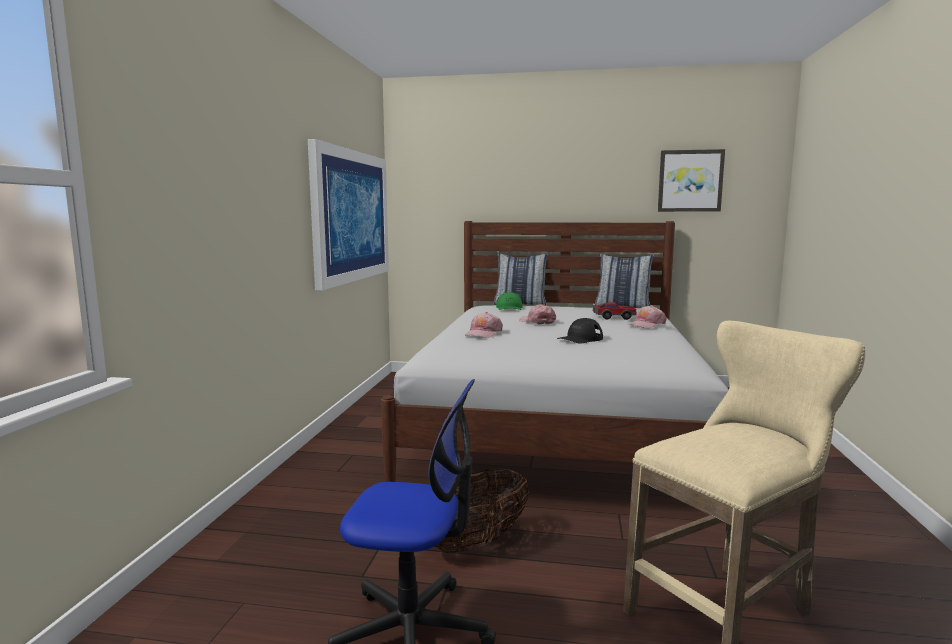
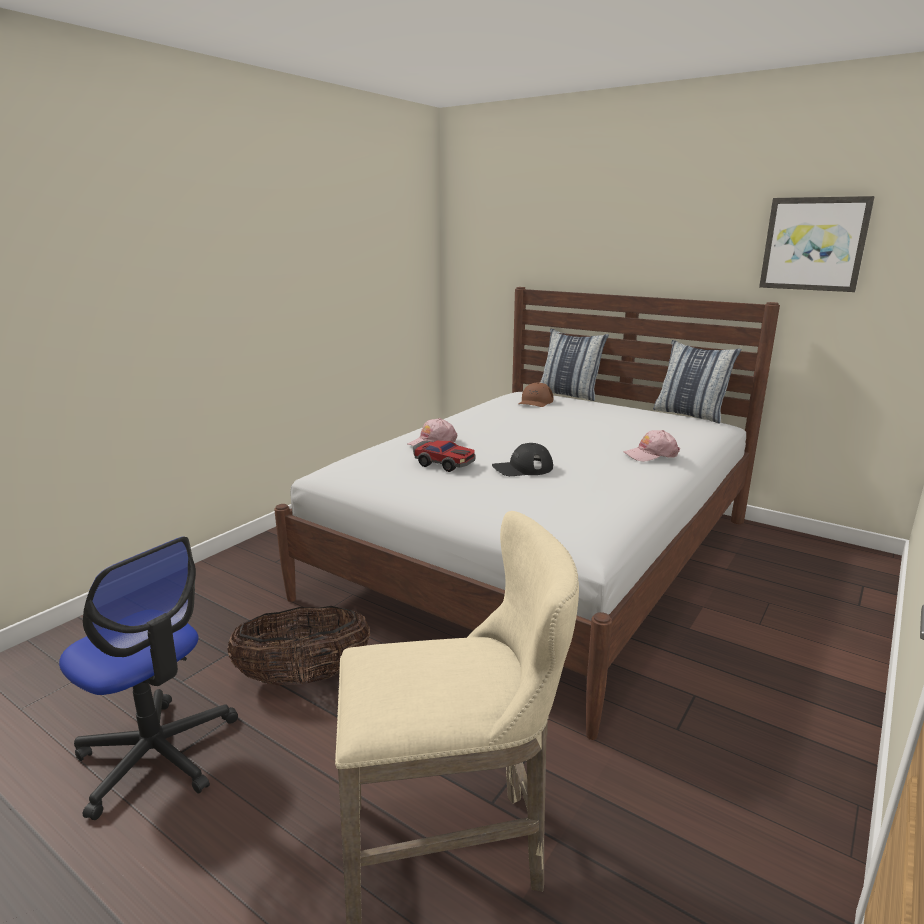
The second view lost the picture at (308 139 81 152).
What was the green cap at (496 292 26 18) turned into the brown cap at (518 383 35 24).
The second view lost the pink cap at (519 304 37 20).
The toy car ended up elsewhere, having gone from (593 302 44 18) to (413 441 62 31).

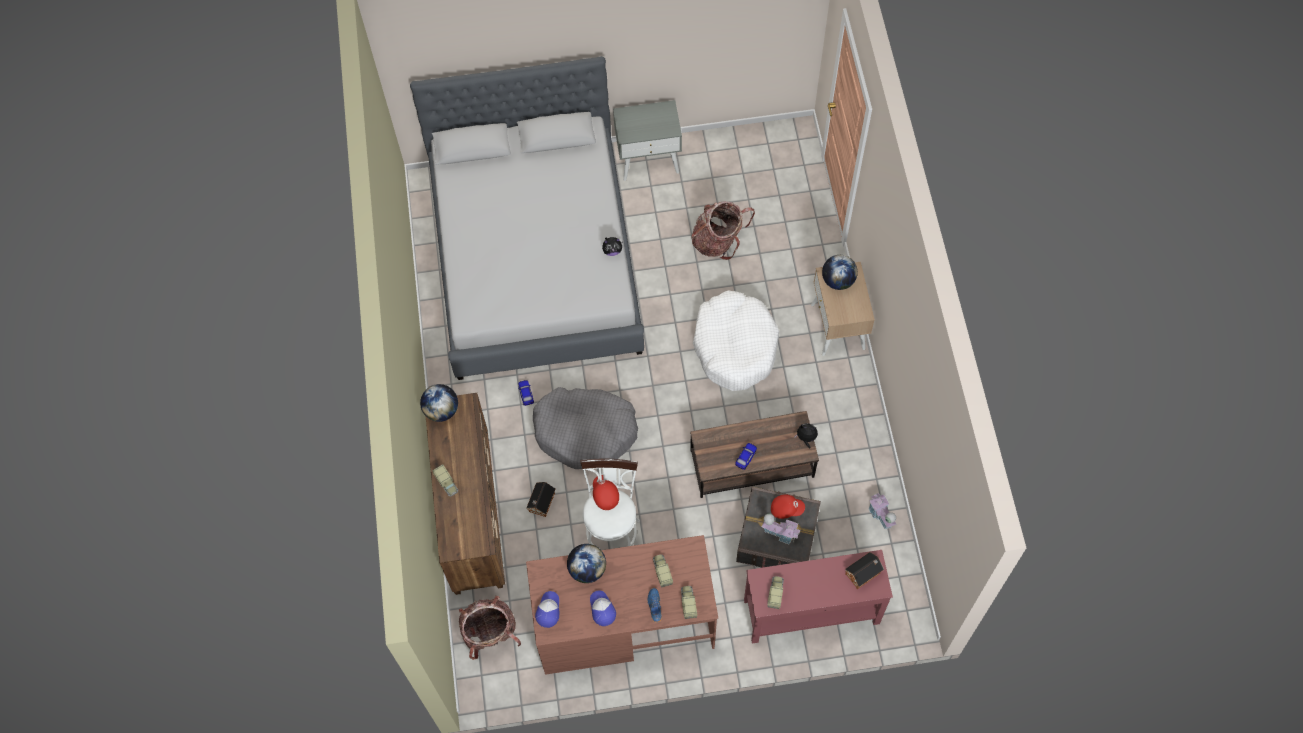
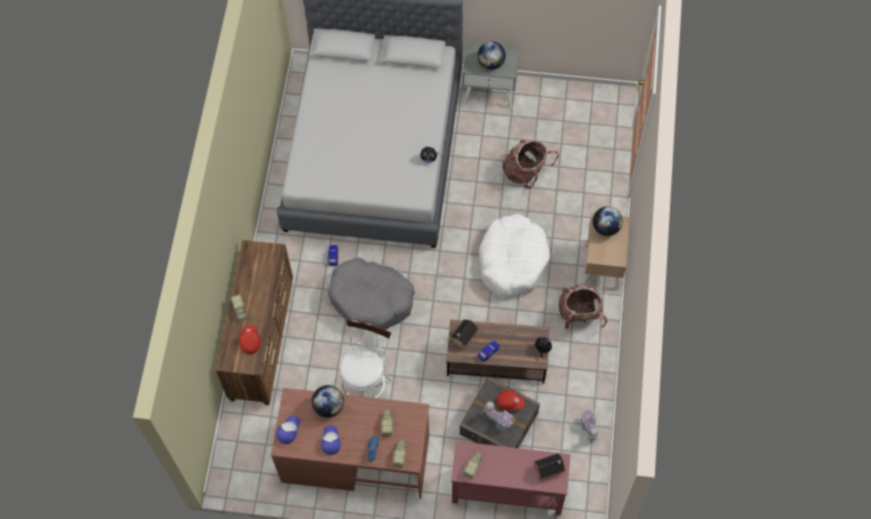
The globe ended up elsewhere, having gone from (420 384 38 38) to (478 41 28 29).
The backpack ended up elsewhere, having gone from (459 596 62 64) to (559 284 48 44).
The toy house ended up elsewhere, having gone from (527 482 29 35) to (451 319 28 31).
The red cap ended up elsewhere, having gone from (593 475 26 35) to (239 324 22 30).

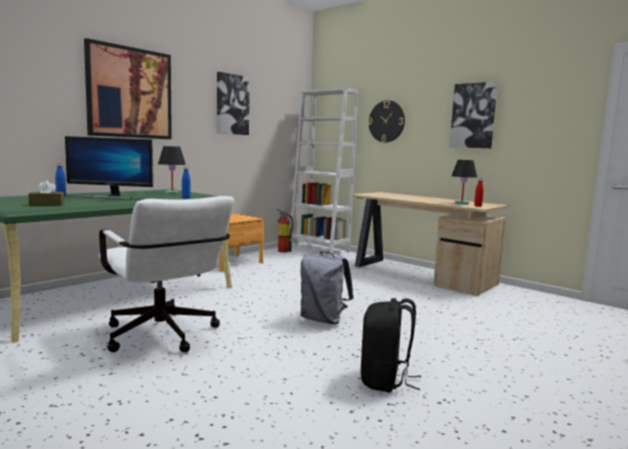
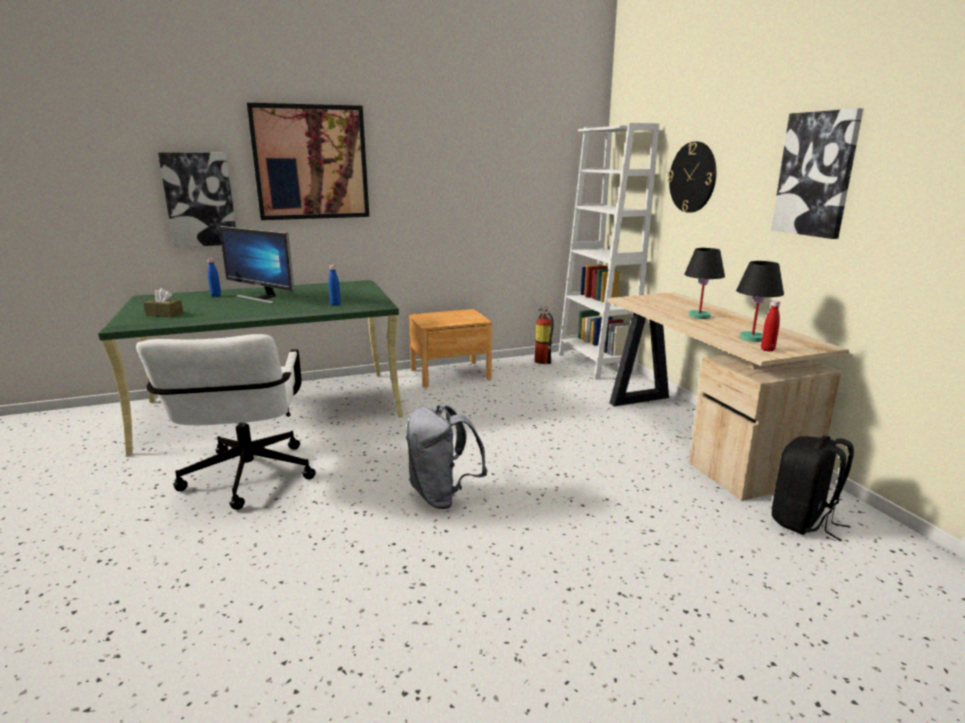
The black table lamp ended up elsewhere, having gone from (158 146 28 48) to (684 248 41 71).
The picture ended up elsewhere, having gone from (217 72 33 63) to (158 153 78 94).
The black backpack ended up elsewhere, having gone from (361 298 60 94) to (772 436 82 105).

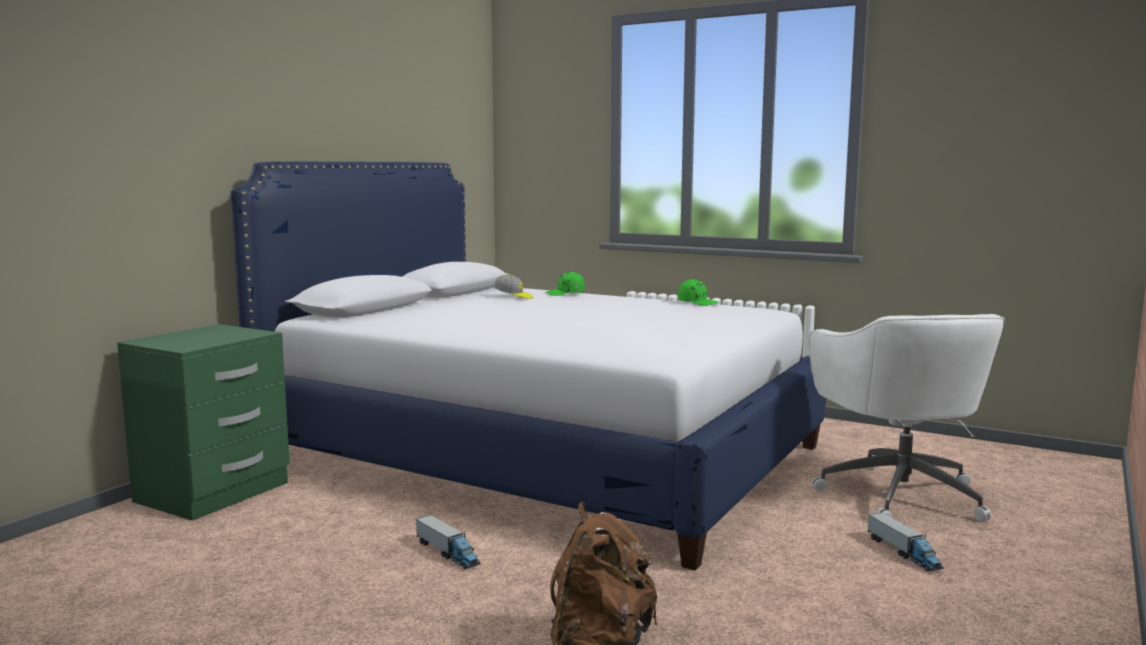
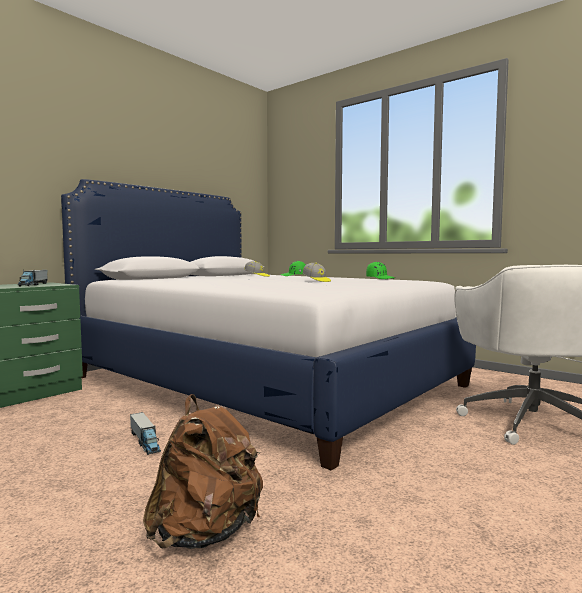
The toy truck ended up elsewhere, having gone from (868 512 76 59) to (18 270 30 16).
The second view gained the cap at (303 263 28 19).

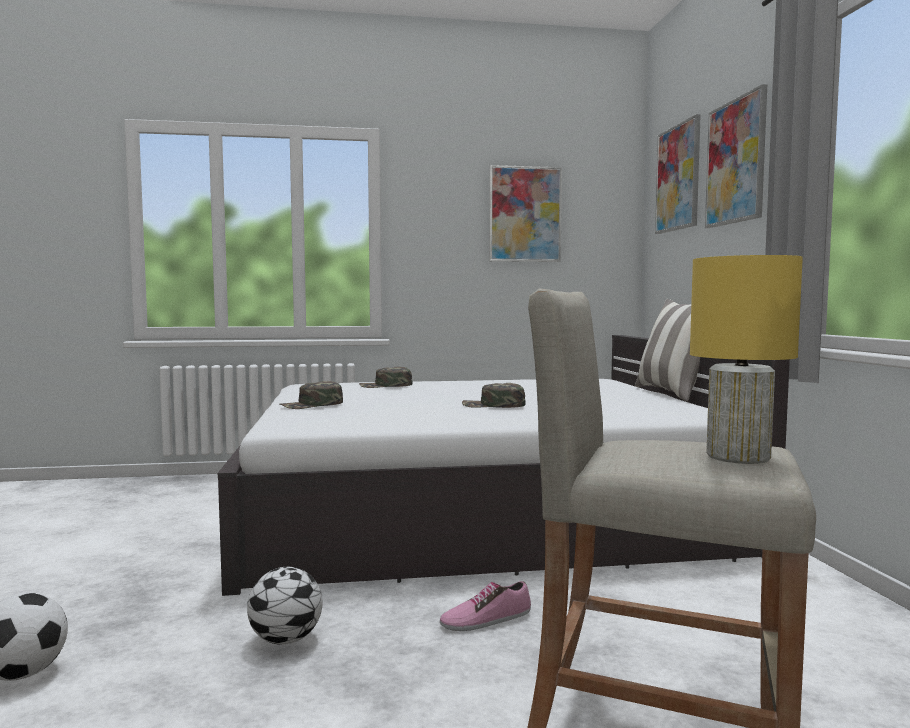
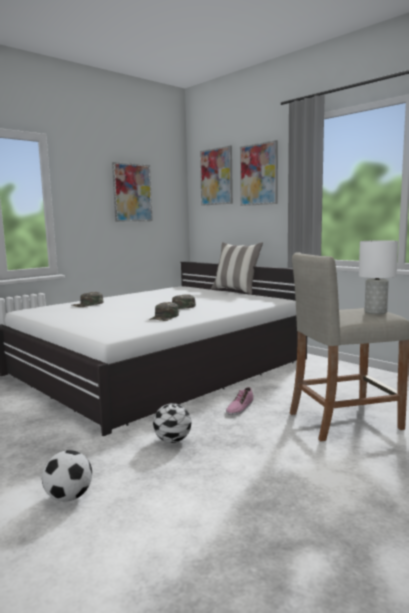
The green cap ended up elsewhere, having gone from (280 381 63 28) to (149 302 30 19).
What was the yellow table lamp at (690 255 113 209) turned into the white table lamp at (359 240 39 74).

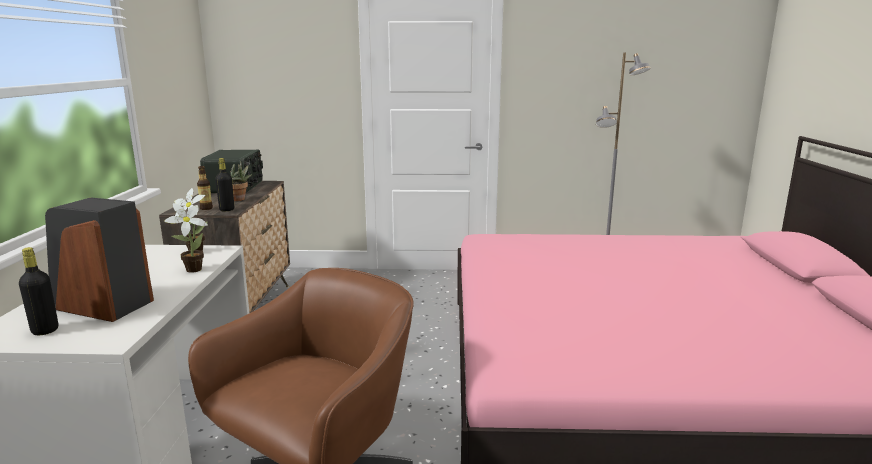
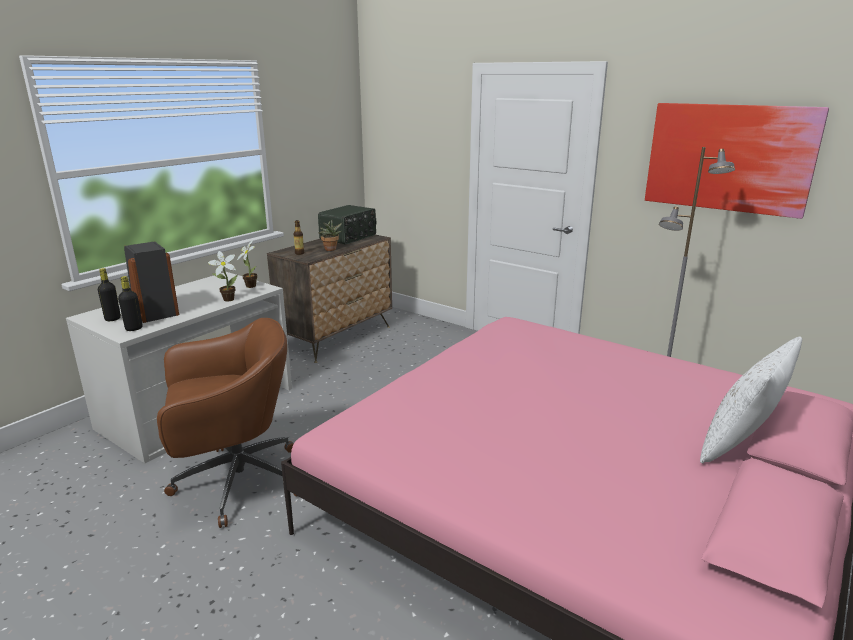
The black bottle ended up elsewhere, having gone from (215 158 19 53) to (118 276 25 55).
The second view gained the picture at (645 103 184 116).
The second view gained the white pillow at (700 336 102 127).

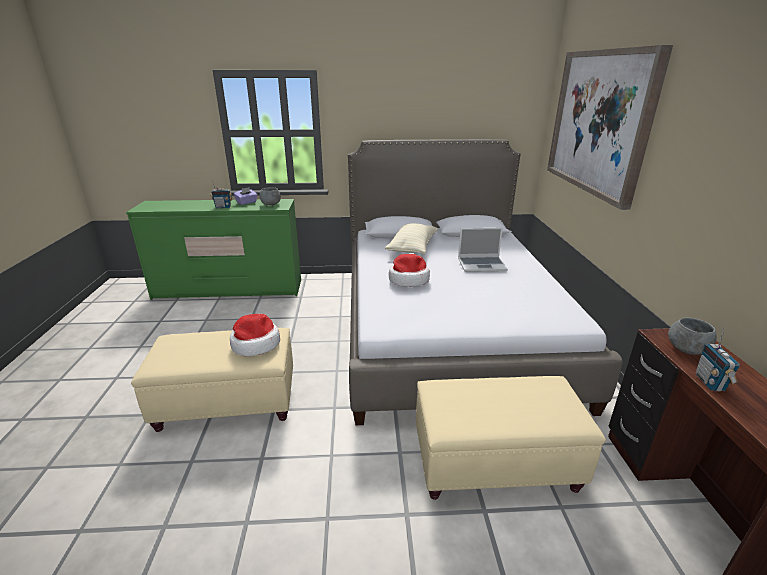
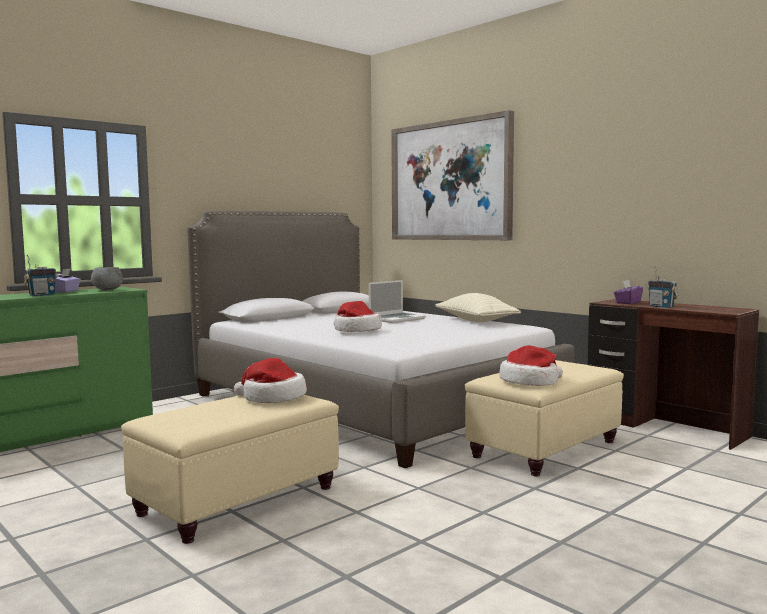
The beige pillow ended up elsewhere, having gone from (385 223 53 31) to (435 293 86 29).
Where the grey bowl stood at (668 318 49 37), the purple tissue box came to stand at (614 280 29 24).
The second view gained the hat at (499 345 64 41).

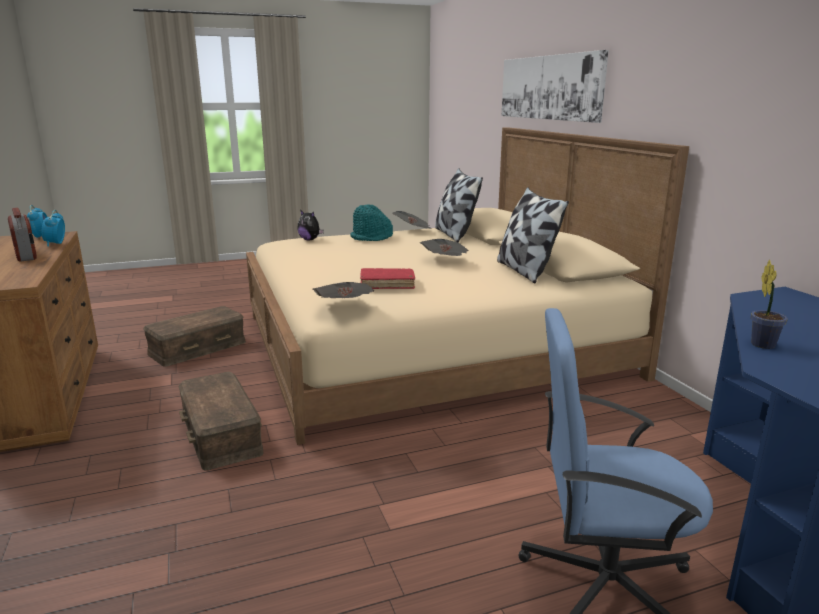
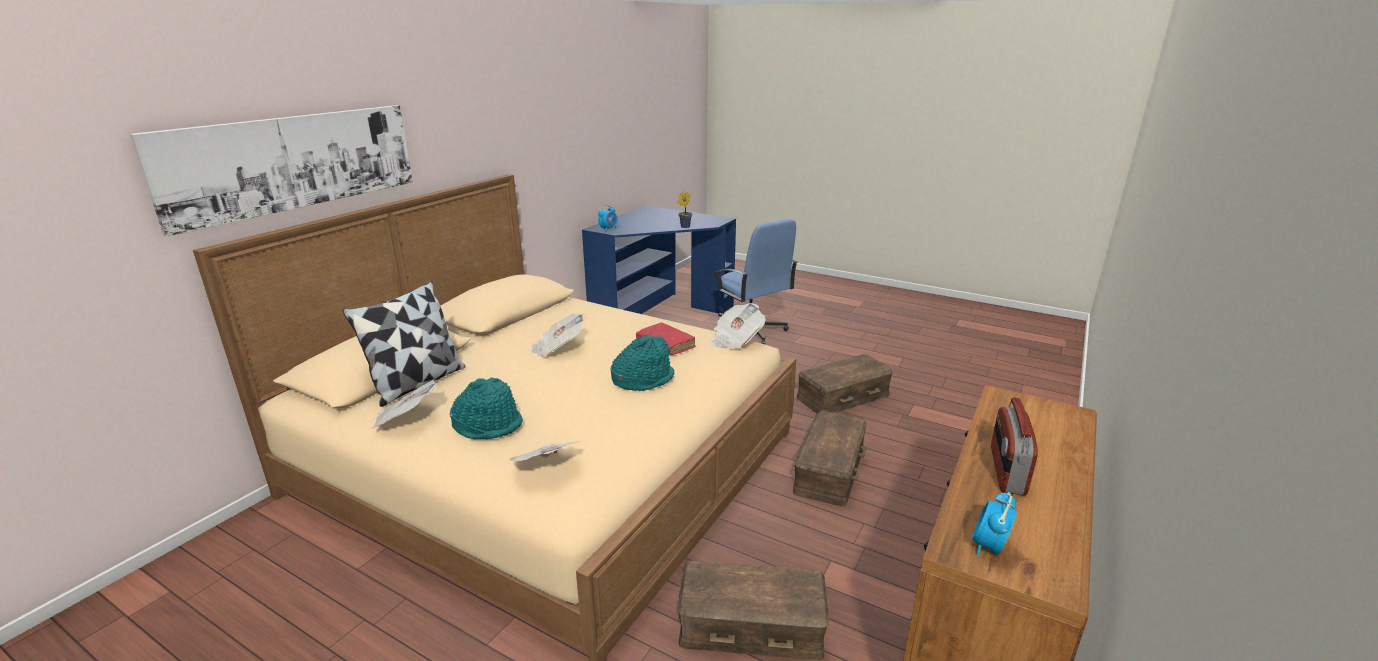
The alarm clock ended up elsewhere, having gone from (42 210 23 37) to (598 205 20 27).
Where the plush toy stood at (297 211 27 29), the newspaper came to stand at (509 441 71 20).
The second view lost the pillow at (497 187 72 96).
The second view gained the turquoise hat at (611 334 63 57).
The second view gained the brown storage box at (797 354 96 59).

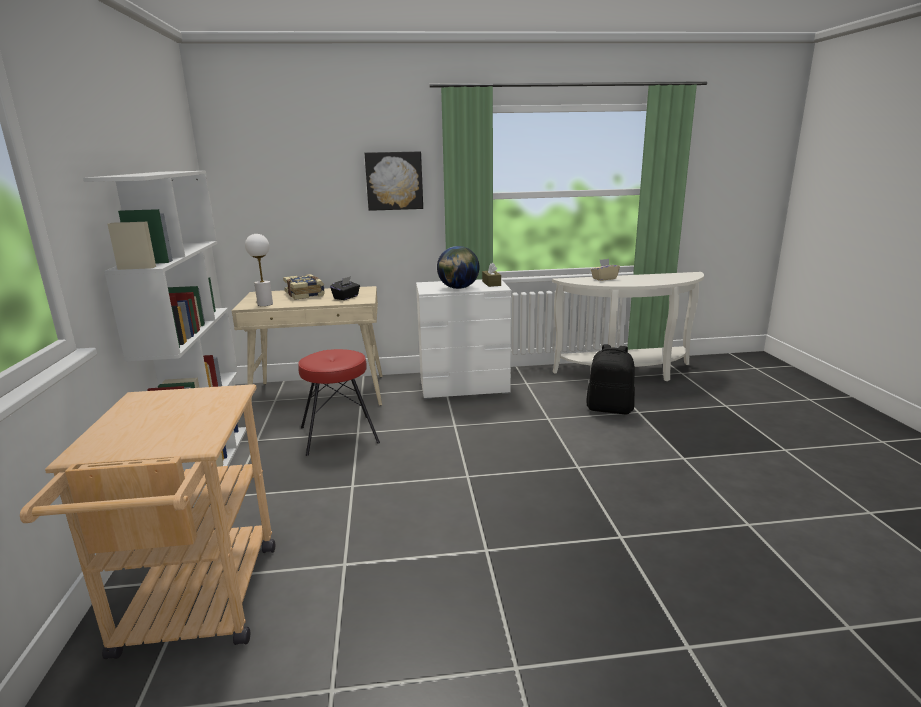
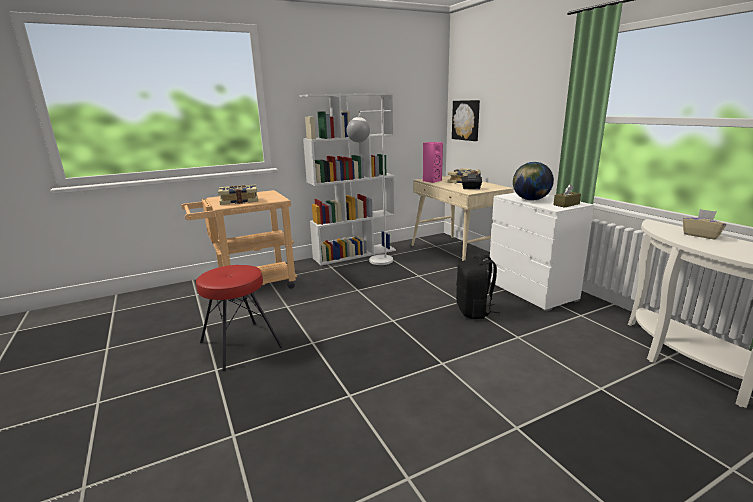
Where the white table lamp stood at (245 234 28 72), the pink speaker came to stand at (423 142 20 41).
The red stool ended up elsewhere, having gone from (298 349 82 107) to (196 265 87 106).
The picture ended up elsewhere, having gone from (365 151 58 60) to (452 100 28 41).
The black backpack ended up elsewhere, having gone from (586 345 49 70) to (456 255 44 64).
The second view gained the book at (218 185 40 20).
The second view gained the white floor lamp at (346 109 47 156).

